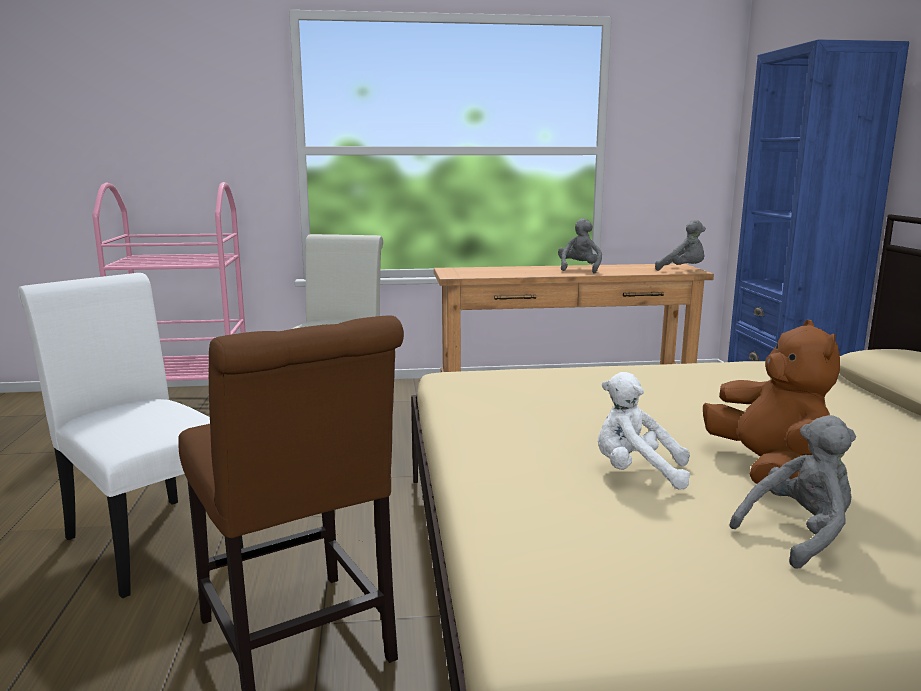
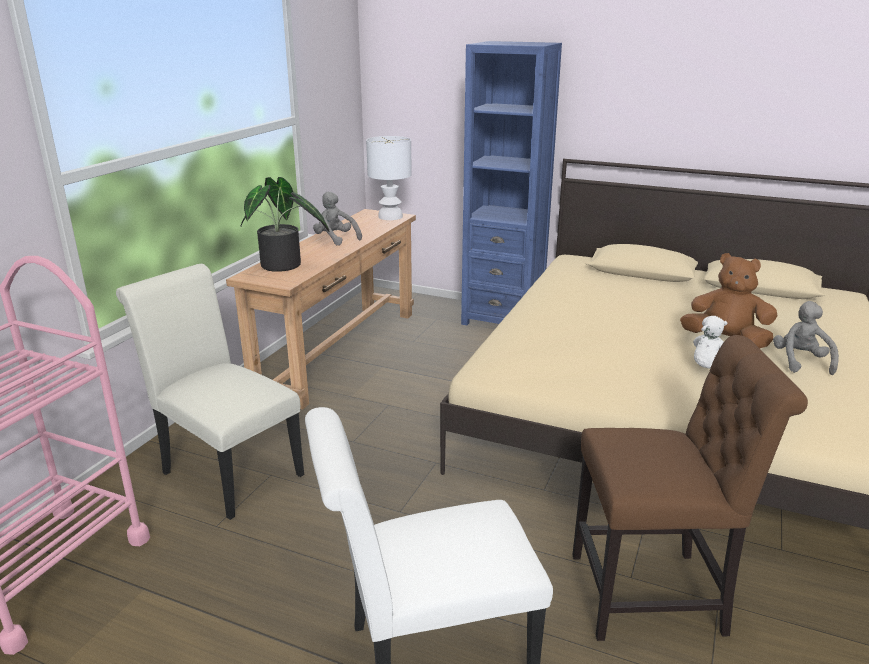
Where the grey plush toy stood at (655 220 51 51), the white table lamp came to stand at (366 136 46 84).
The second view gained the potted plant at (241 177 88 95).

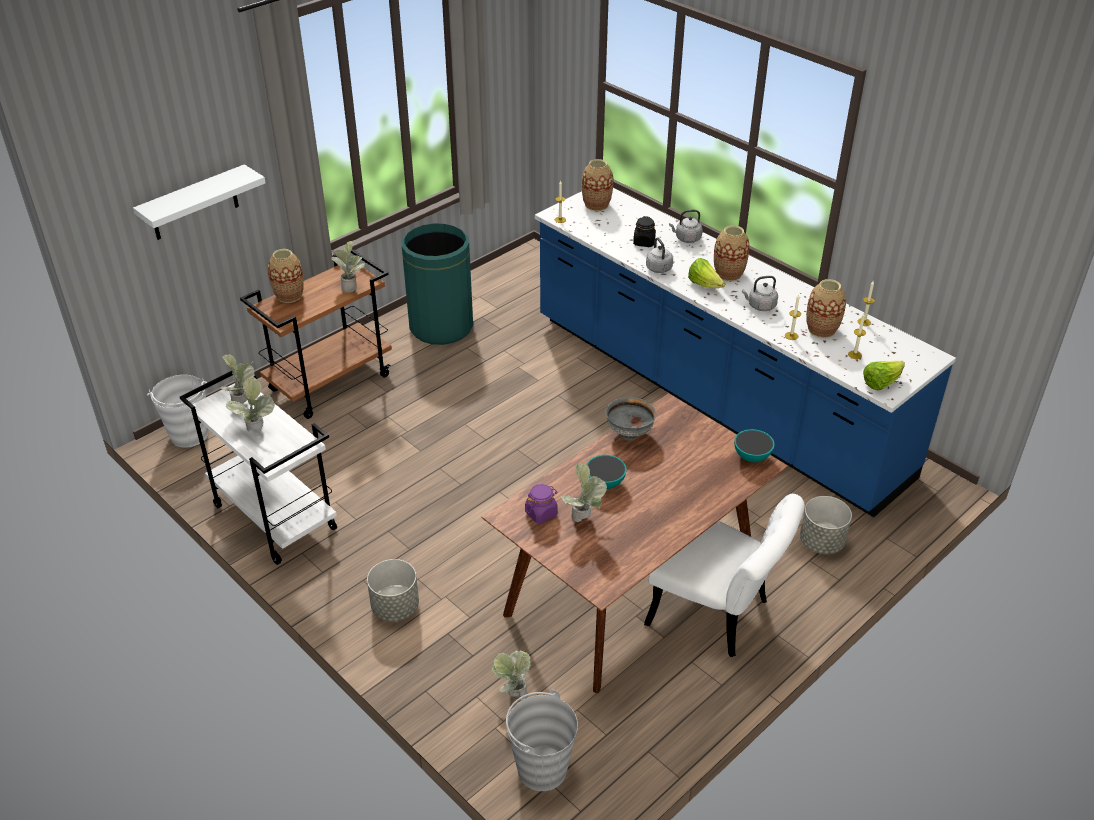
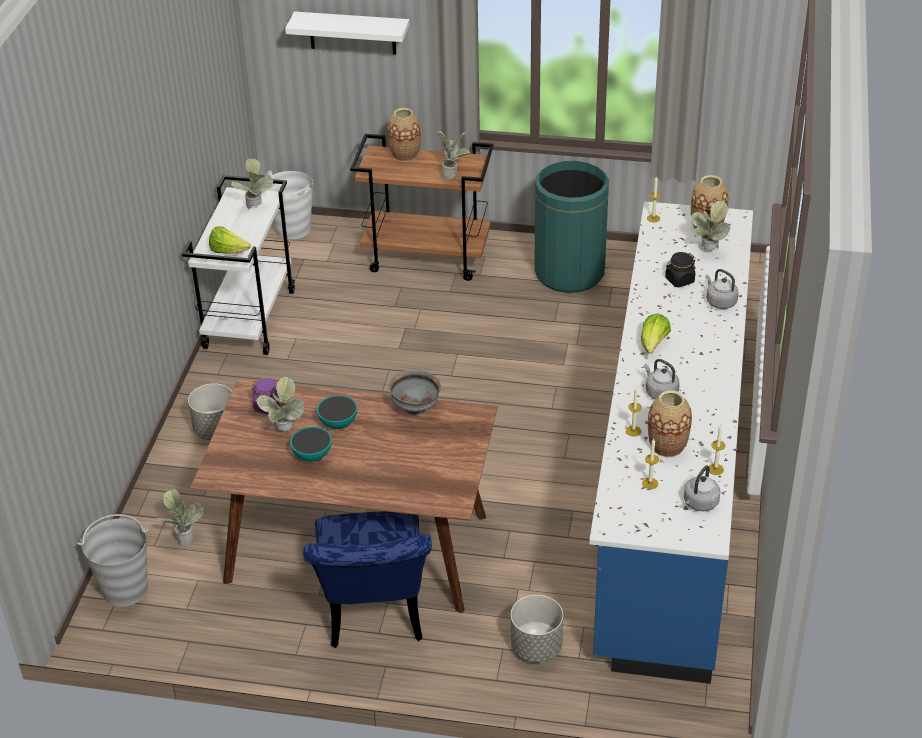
The potted plant ended up elsewhere, having gone from (225 378 50 53) to (691 201 39 50).
What was the white chair at (644 494 161 163) turned into the blue chair at (303 511 129 137).
The grey kettle ended up elsewhere, having gone from (646 237 27 36) to (684 465 36 46).
The second view lost the vase at (714 225 35 56).
The bowl ended up elsewhere, having gone from (734 429 40 33) to (290 427 42 34).
The lettuce ended up elsewhere, having gone from (863 360 42 30) to (209 226 42 28).

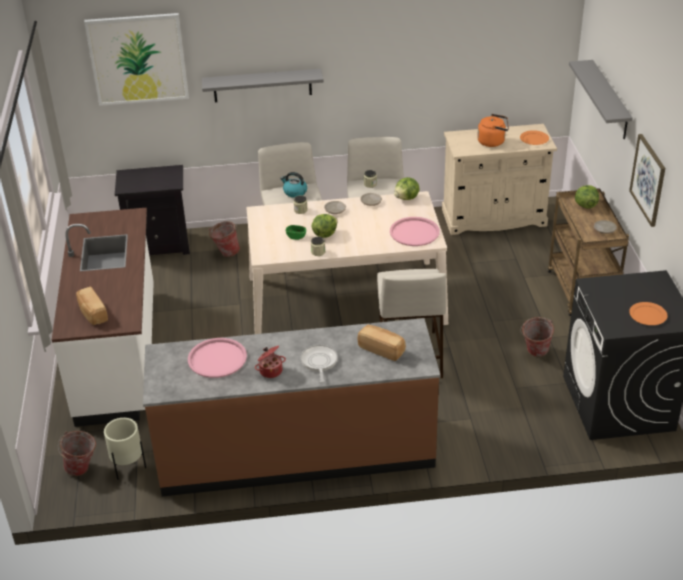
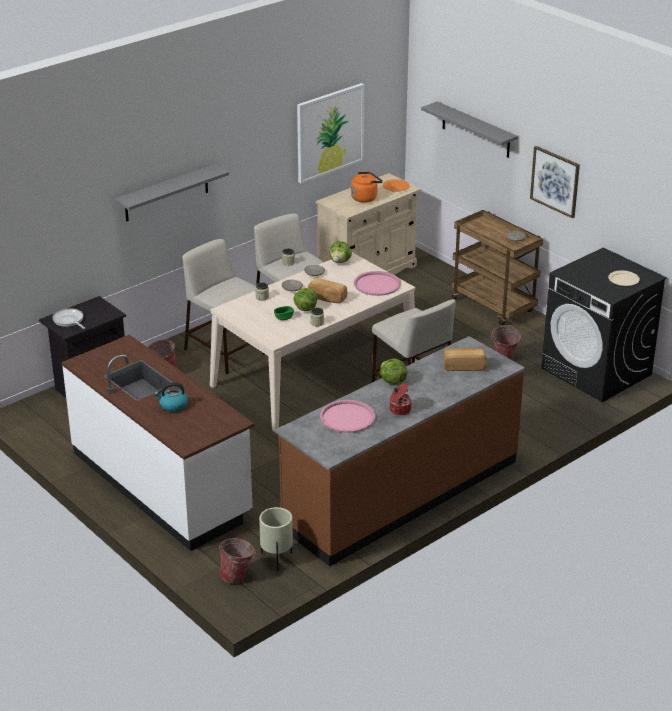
The bread ended up elsewhere, having gone from (76 286 32 39) to (308 278 39 26).
The picture ended up elsewhere, having gone from (84 13 105 93) to (297 83 67 100).
The kettle ended up elsewhere, having gone from (280 172 27 26) to (154 382 34 30).
The frying pan ended up elsewhere, having gone from (301 345 37 38) to (53 309 32 20).
The lettuce ended up elsewhere, having gone from (575 185 24 24) to (380 359 27 25).
What was the orange plate at (629 302 39 23) turned into the beige plate at (608 270 32 16).

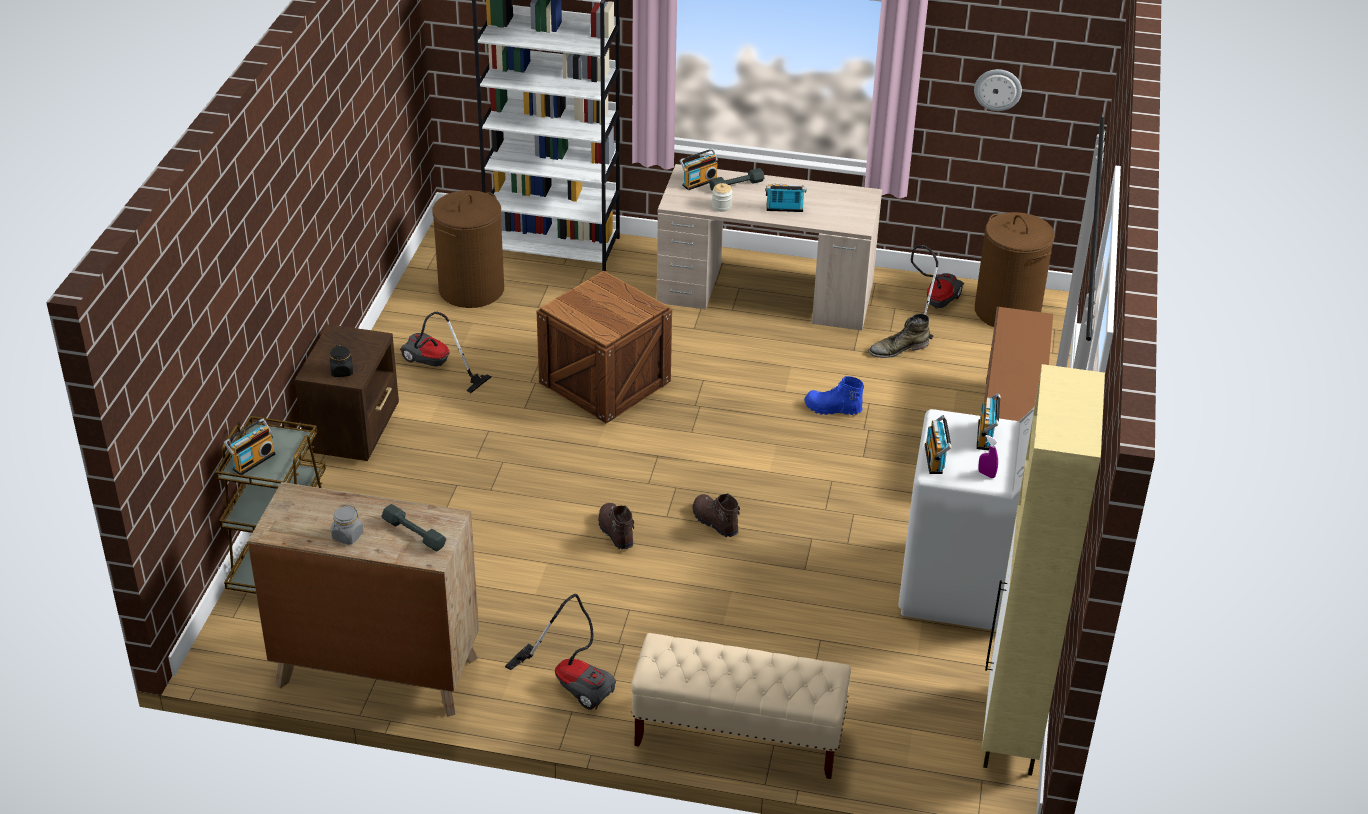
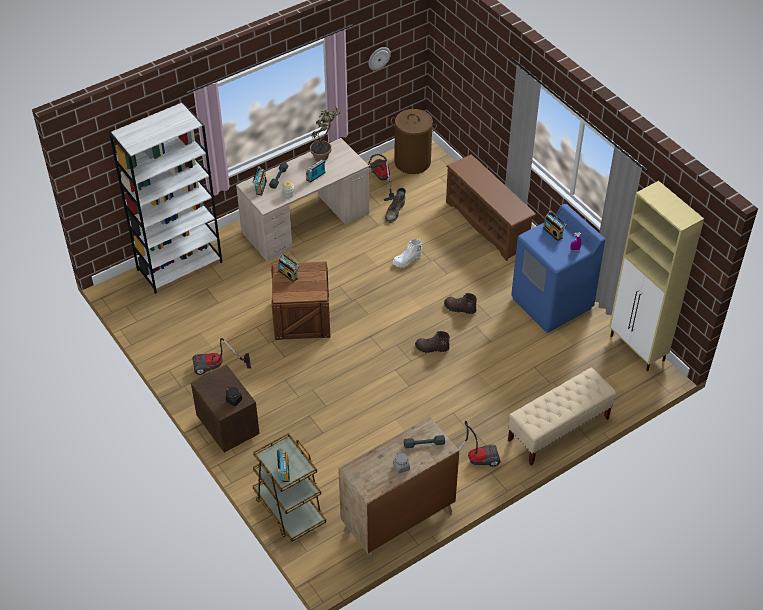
The second view lost the brown laundry basket at (432 190 72 118).
The brown boot ended up elsewhere, having gone from (598 503 36 46) to (444 293 33 21).
What was the blue boot at (804 376 60 39) turned into the white boot at (392 239 31 29).
What was the white washing machine at (898 407 136 223) turned into the blue washing machine at (511 204 94 129).
The radio ended up elsewhere, having gone from (925 415 27 59) to (278 254 22 28).
The second view gained the potted plant at (310 106 31 56).

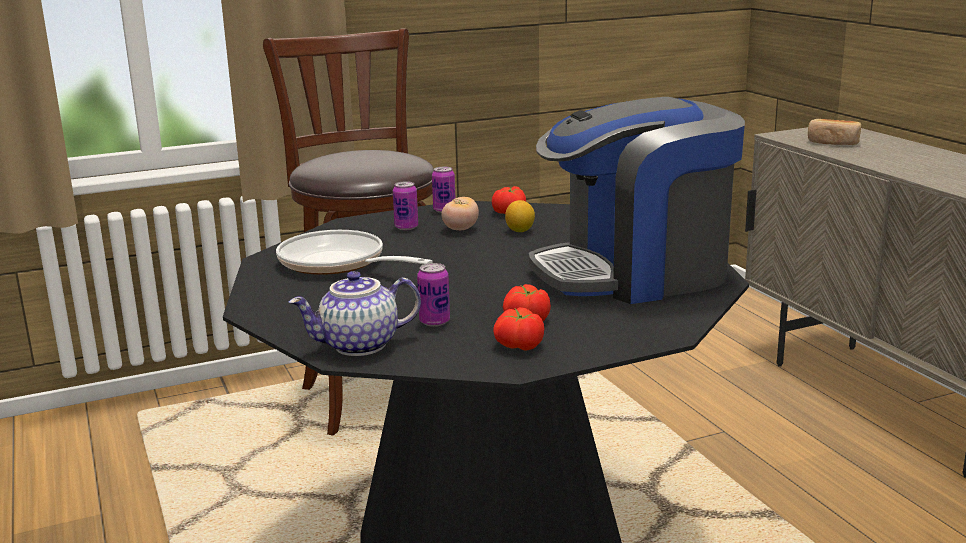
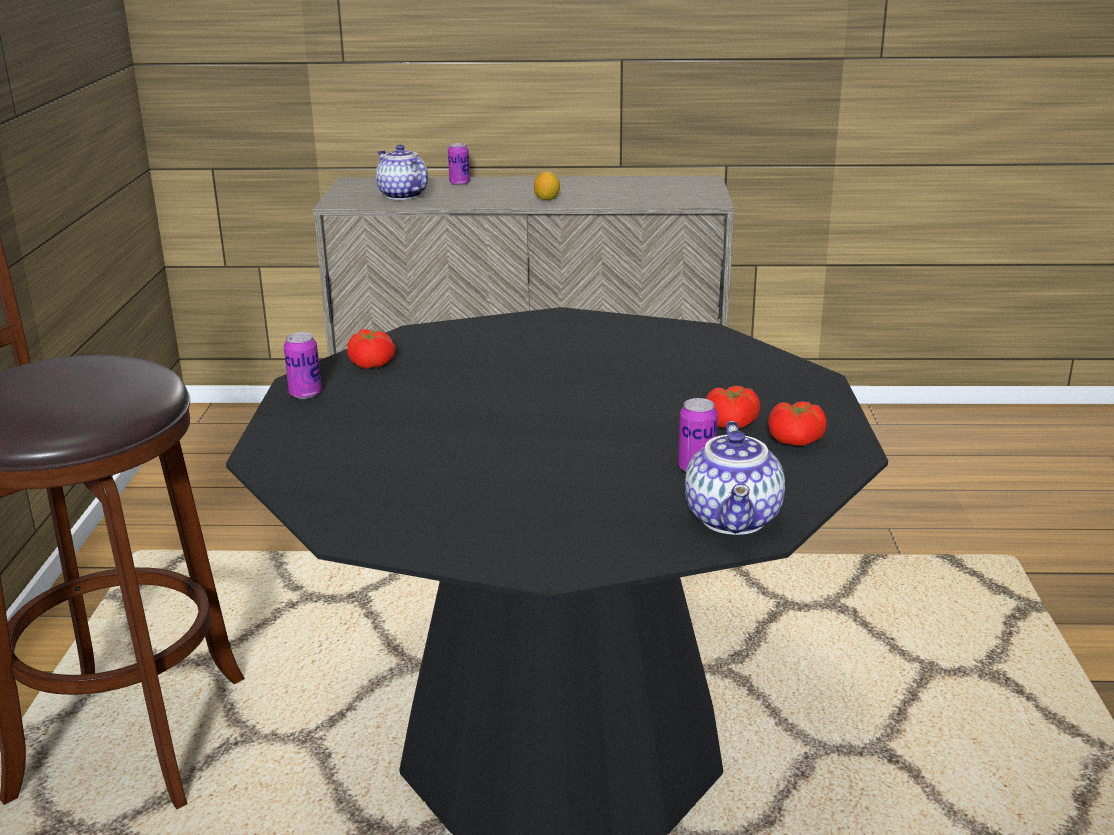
The second view lost the frying pan at (276 230 157 45).
The can ended up elsewhere, having gone from (393 181 25 49) to (448 143 22 43).
The second view lost the tomato at (441 197 38 33).
The lemon ended up elsewhere, having gone from (505 200 30 32) to (534 172 26 28).
The second view lost the coffee machine at (529 97 216 207).
Where the bread stood at (808 119 53 26), the teapot came to stand at (376 144 52 56).

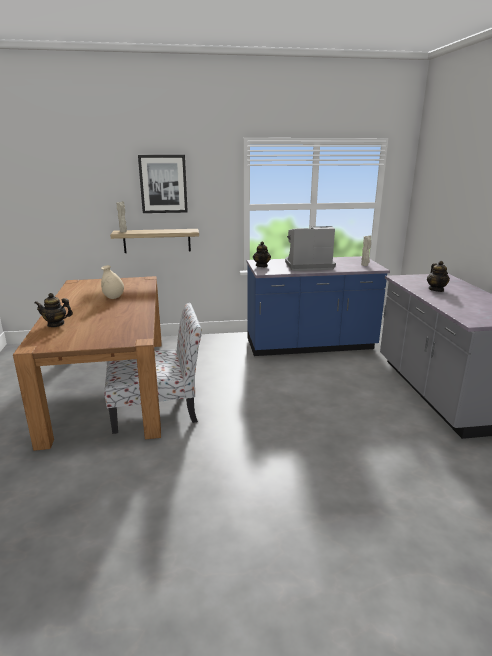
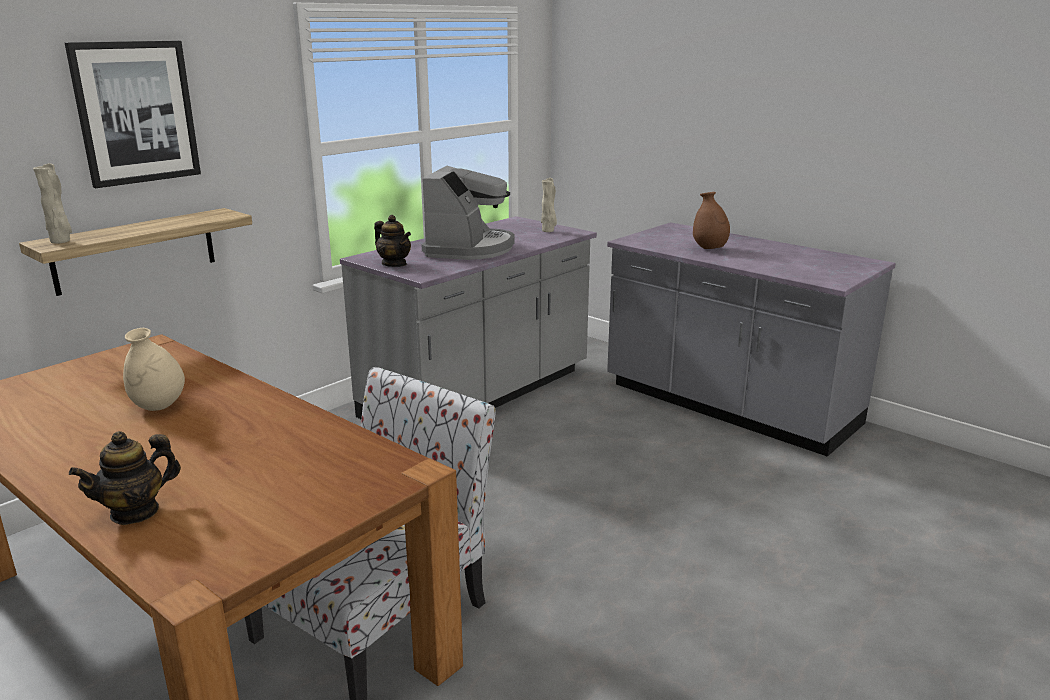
What was the blue counter at (247 256 143 100) turned into the grey counter at (340 216 257 203).
The coffee machine at (285 226 51 45) ended up facing another way, 150 degrees clockwise from before.
Where the teapot stood at (427 261 23 31), the brown vase came to stand at (693 192 37 57).

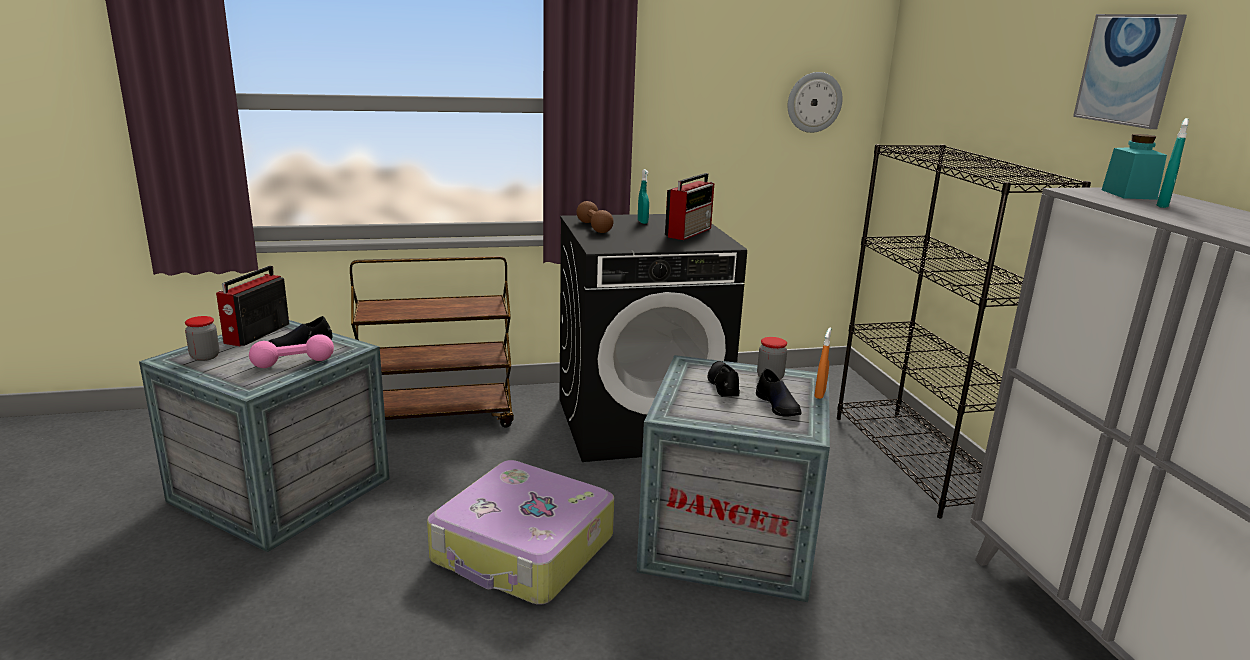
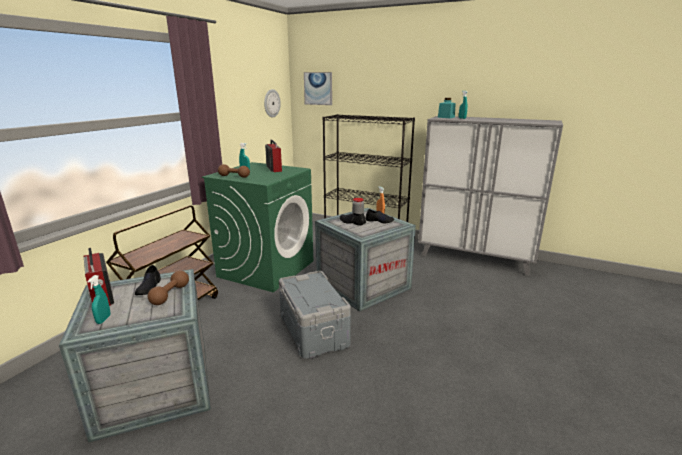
Where the jar stood at (185 316 34 45), the turquoise spray bottle came to stand at (87 275 24 49).
What was the pink dumbbell at (249 334 85 34) turned into the brown dumbbell at (148 271 41 34).
Where the suitcase stood at (427 460 187 145), the grey storage box came to stand at (279 271 72 88).
What was the black washing machine at (559 214 188 248) turned into the green washing machine at (202 162 111 130).
The picture ended up elsewhere, having gone from (1073 14 114 115) to (304 72 28 33).

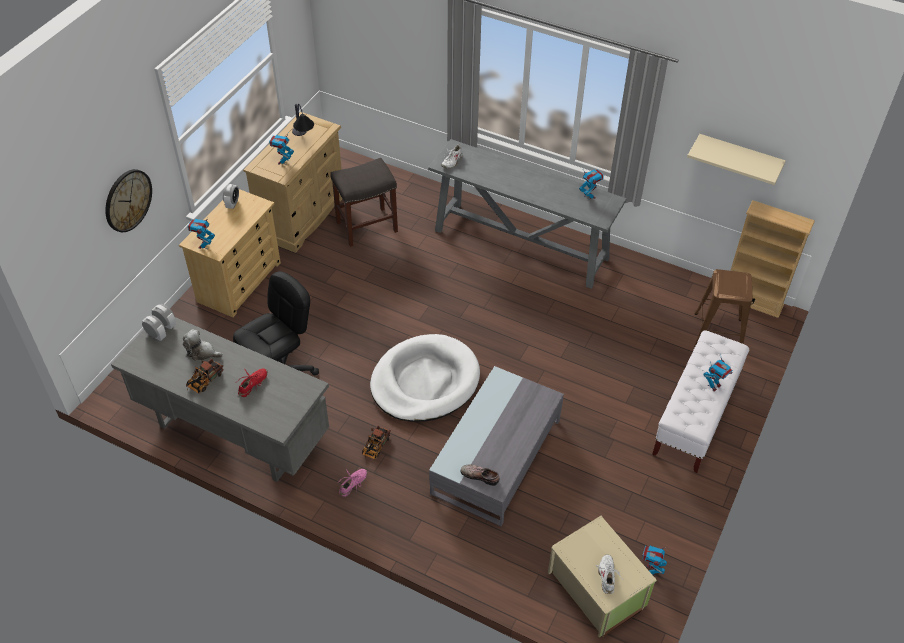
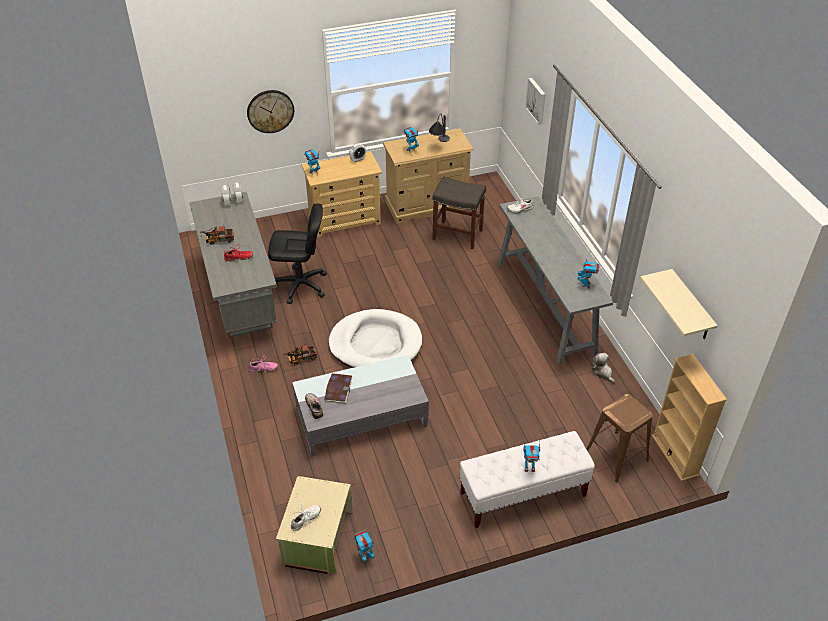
The plush toy ended up elsewhere, having gone from (183 329 40 32) to (592 353 23 30).
The second view gained the book at (324 373 29 31).
The second view gained the picture at (525 78 21 47).

